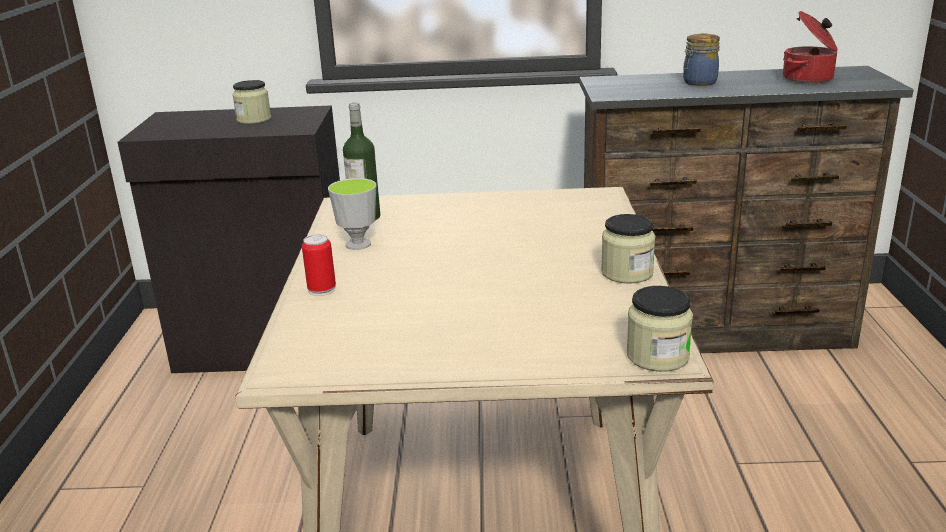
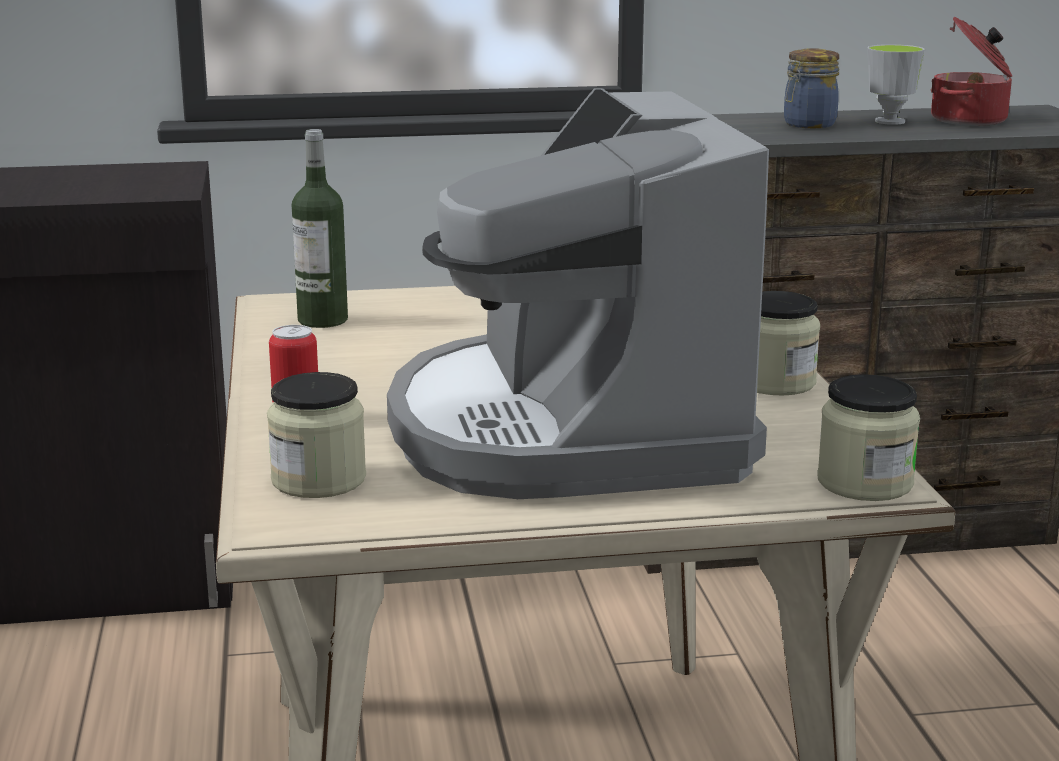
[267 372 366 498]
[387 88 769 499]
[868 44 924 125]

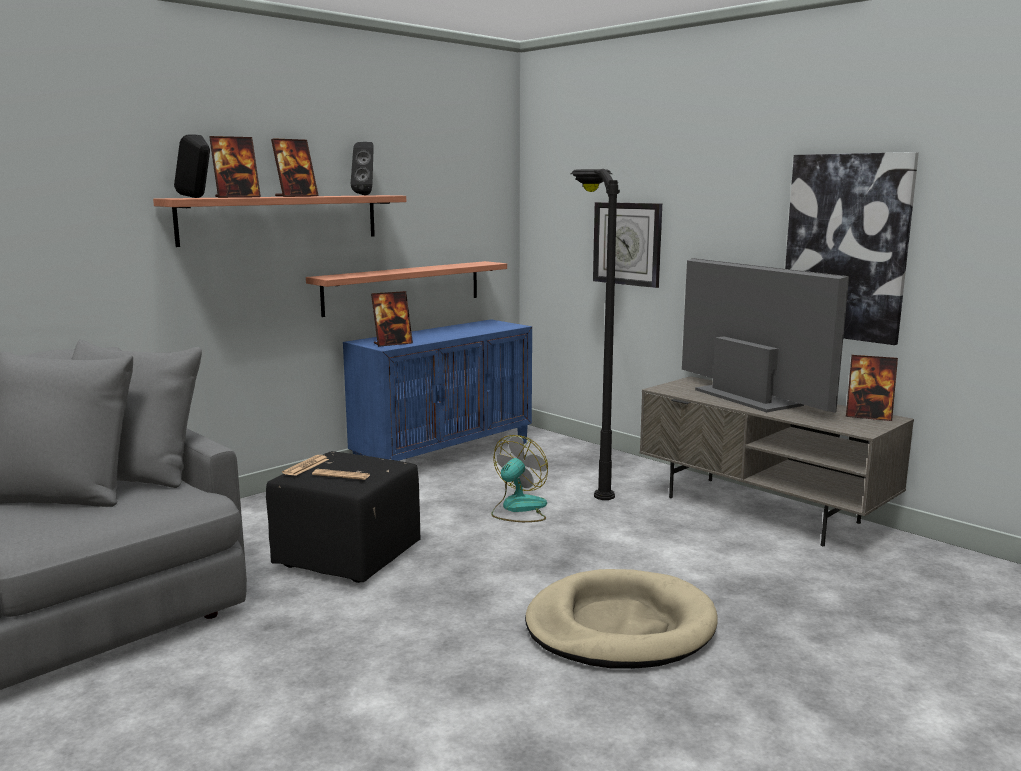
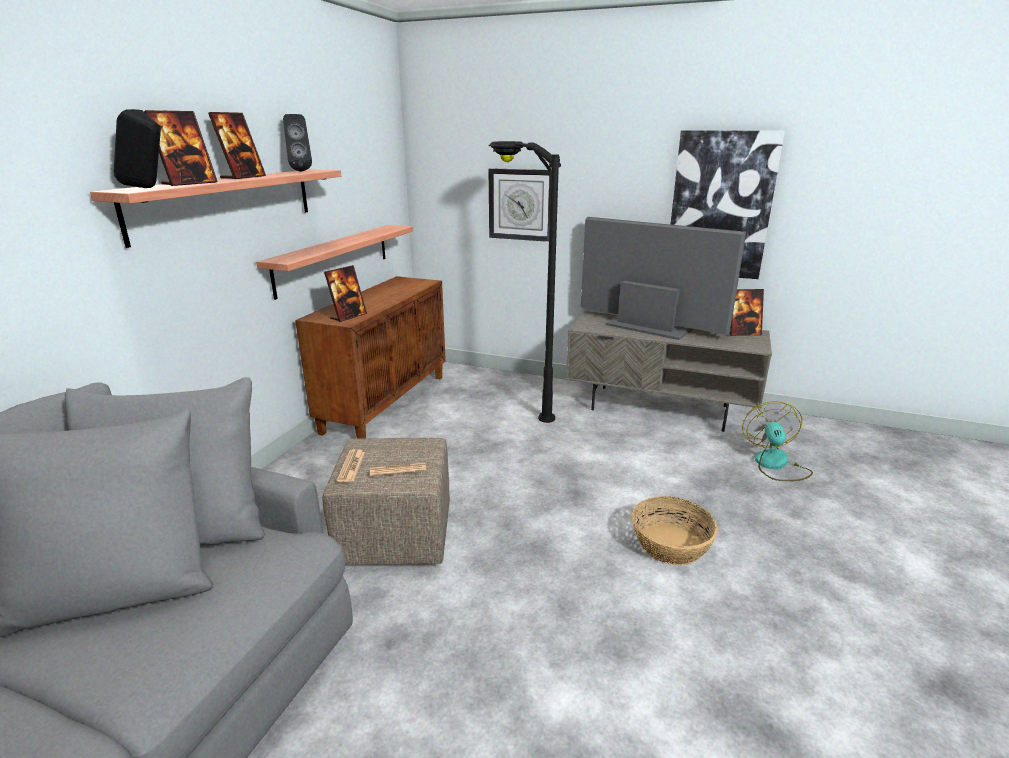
[295 276 446 439]
[323 438 450 565]
[632 496 718 565]
[742 401 813 481]

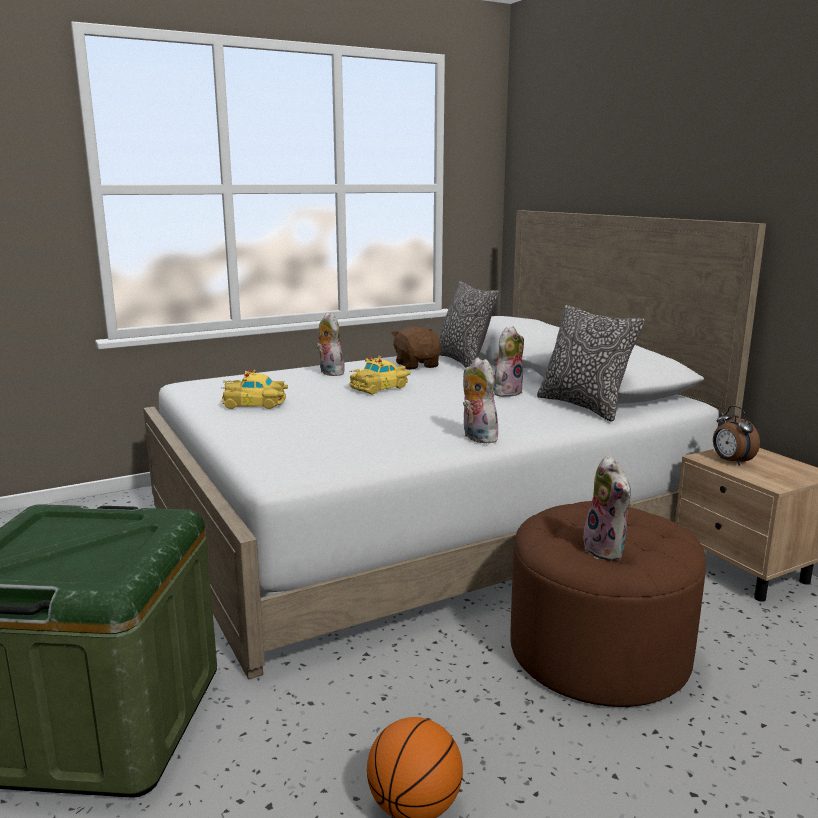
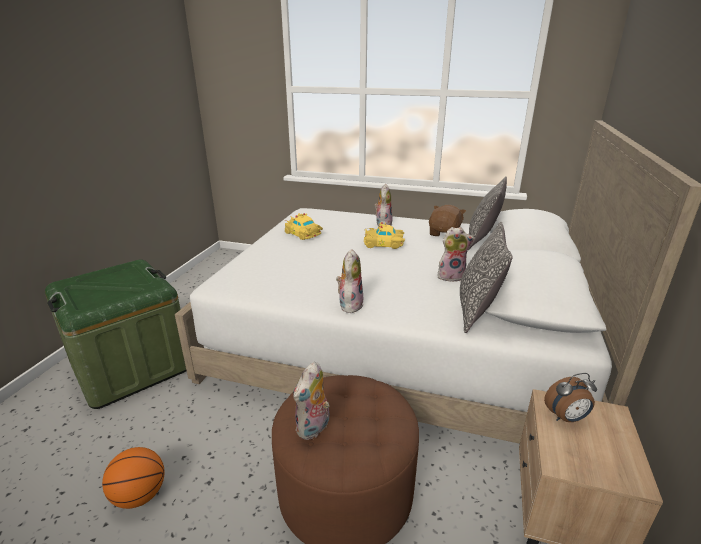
[544 373 597 422]

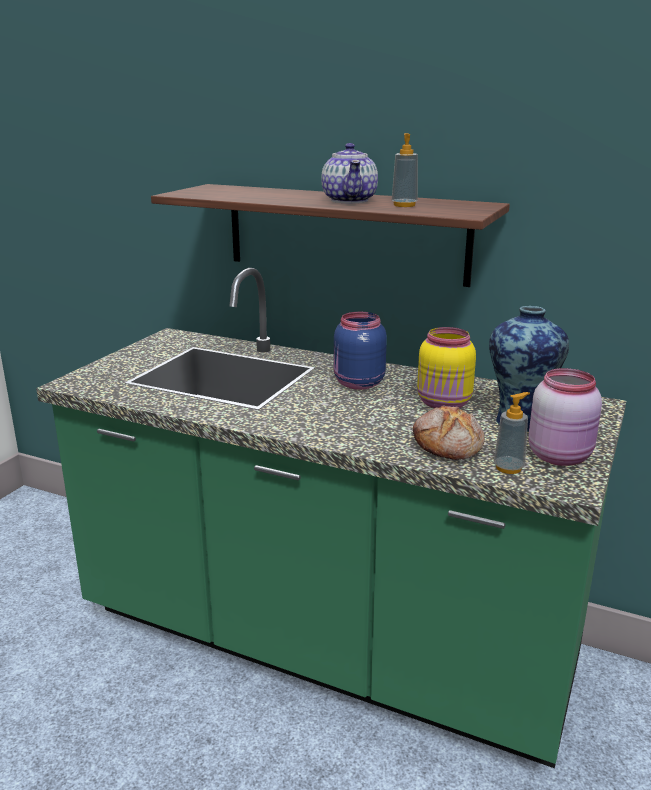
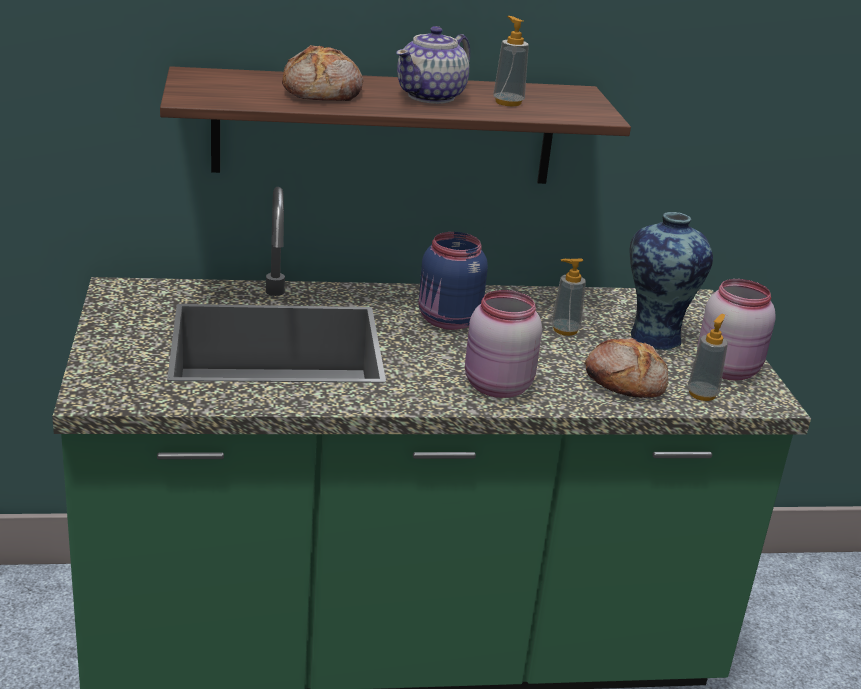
[282 45 363 101]
[396 26 470 104]
[465 290 542 398]
[551 258 586 336]

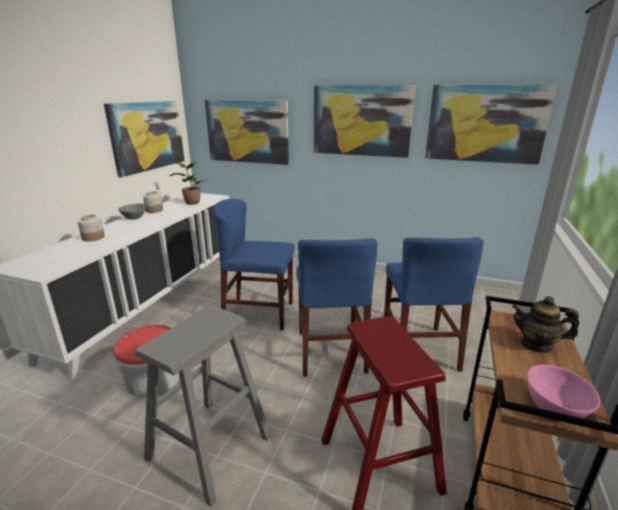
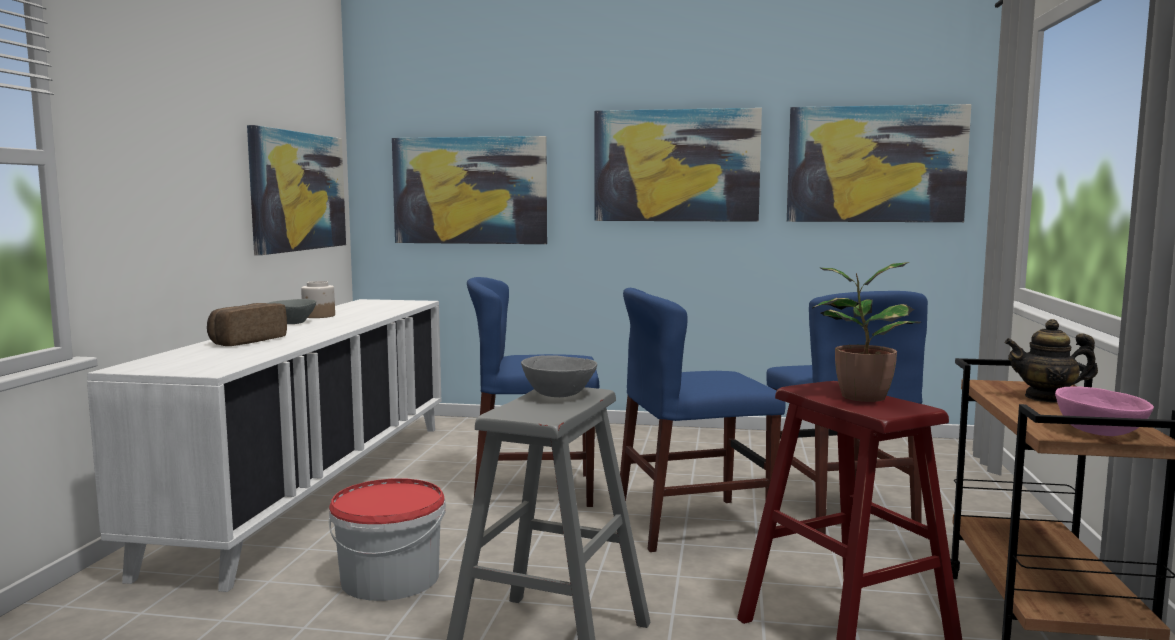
[207 303 287 346]
[521 355 597 397]
[620 288 786 552]
[812 262 920 402]

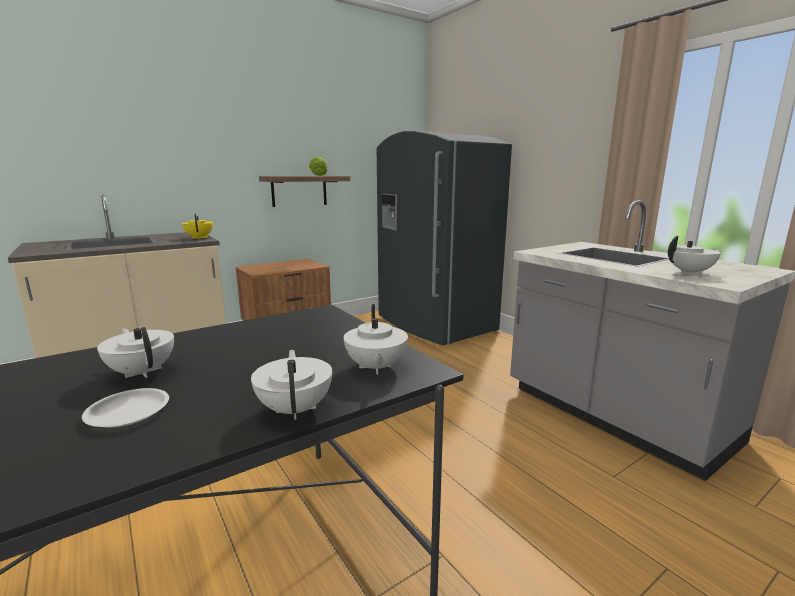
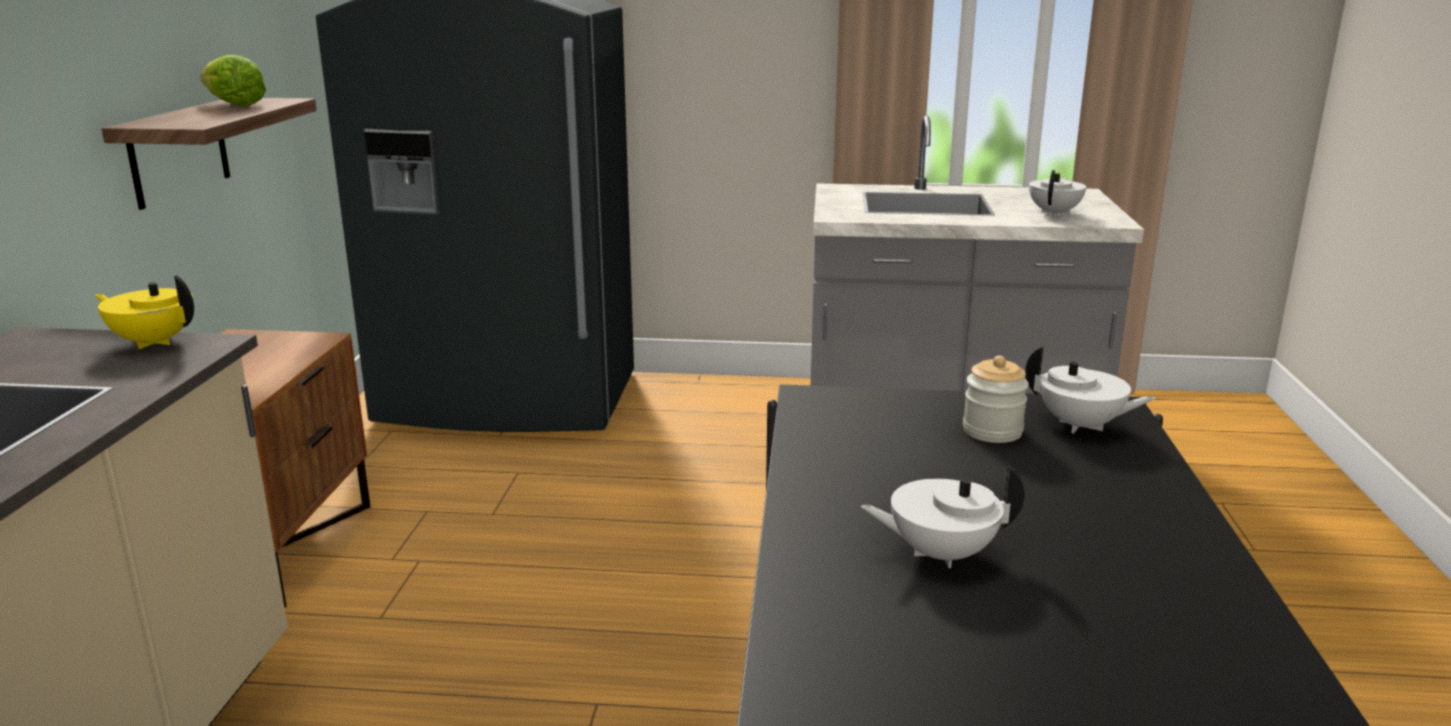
[963 355 1029 443]
[82 388 169 428] (first image)
[251 350 332 420] (first image)

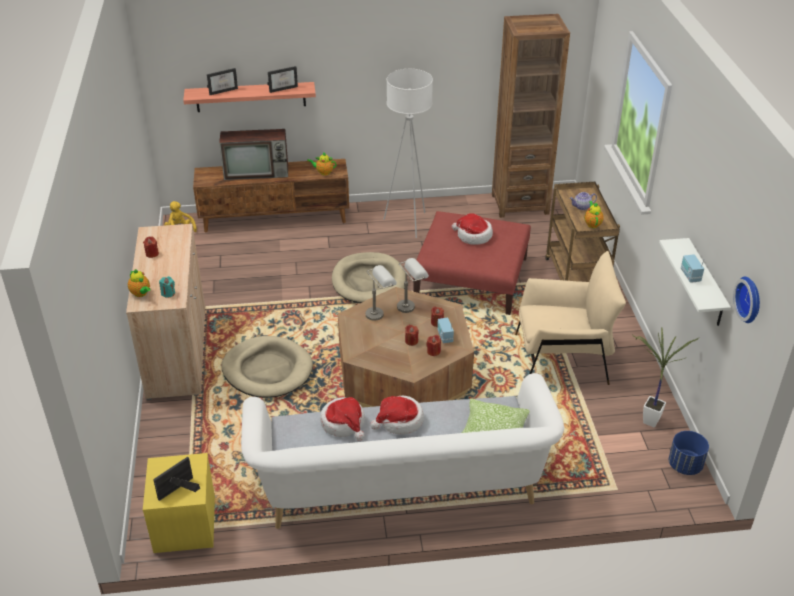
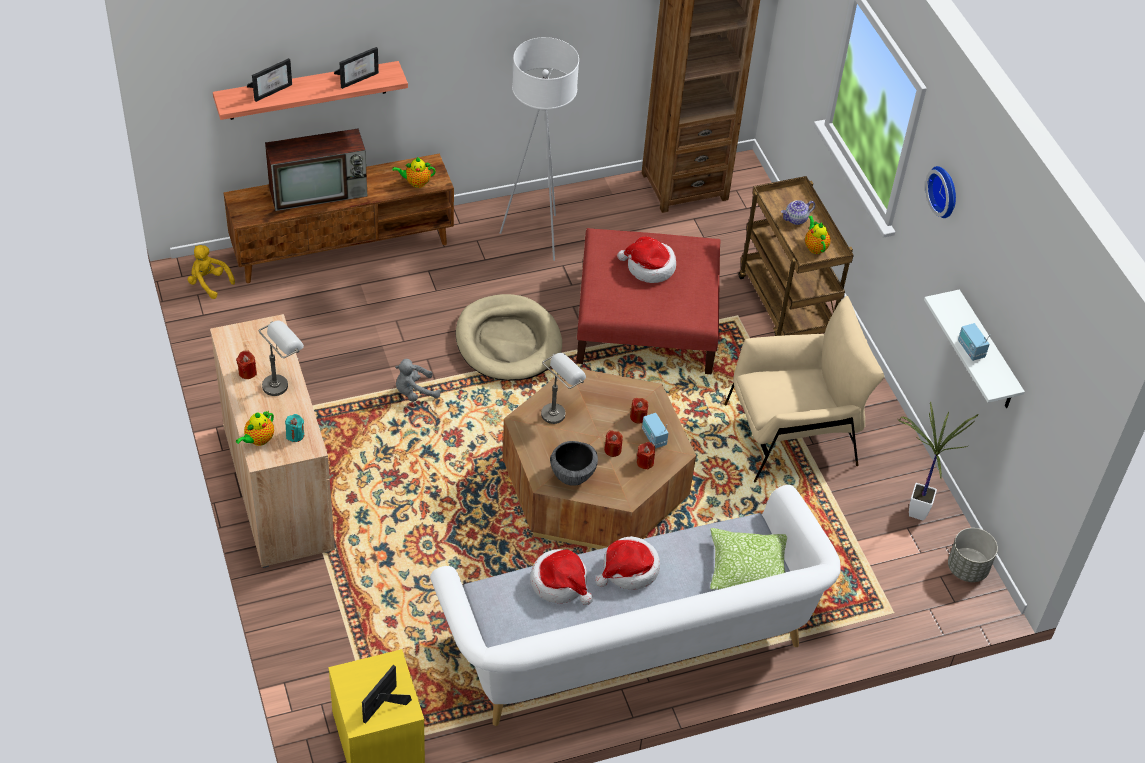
[236 411 274 446]
[259 320 304 396]
[395 359 440 402]
[550 441 598 486]
[925 166 956 218]
[948 528 998 582]
[221 336 313 398] (first image)

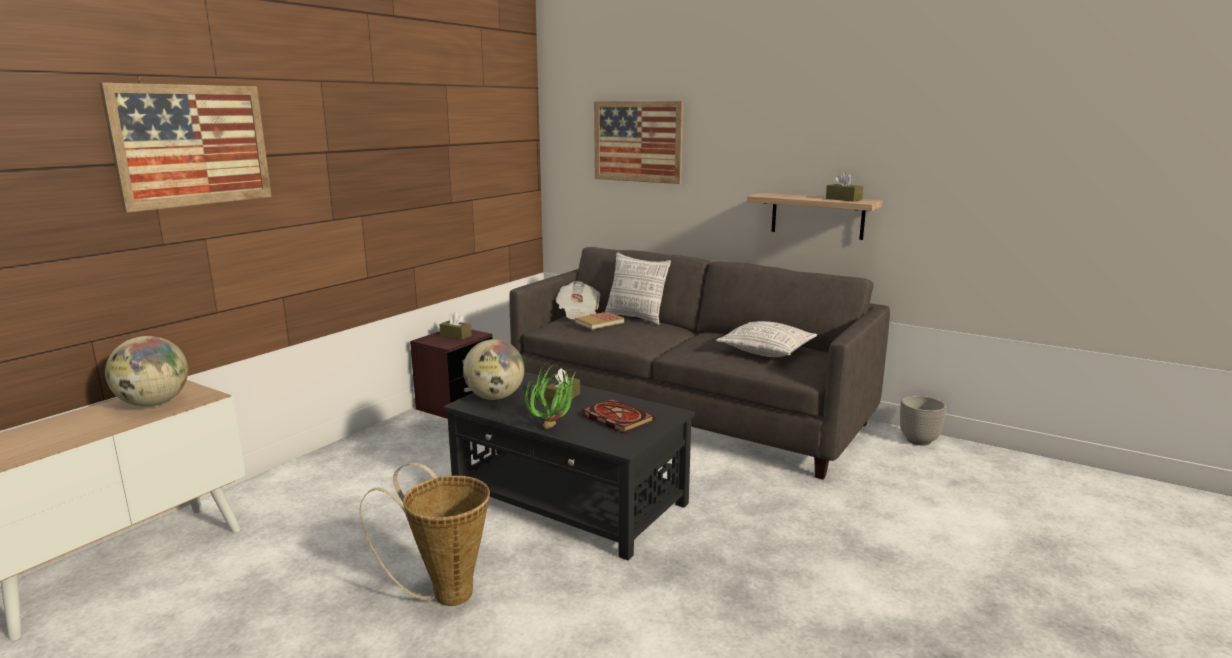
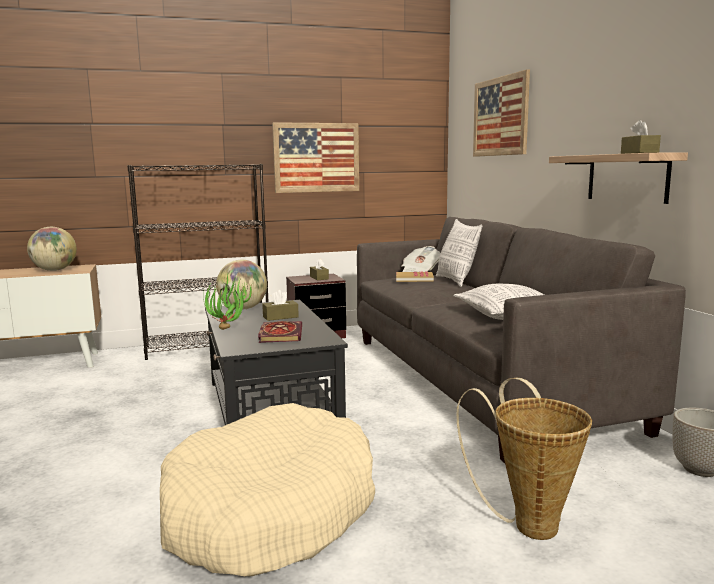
[127 164 268 360]
[160 403 375 576]
[272 122 359 193]
[456 378 592 540]

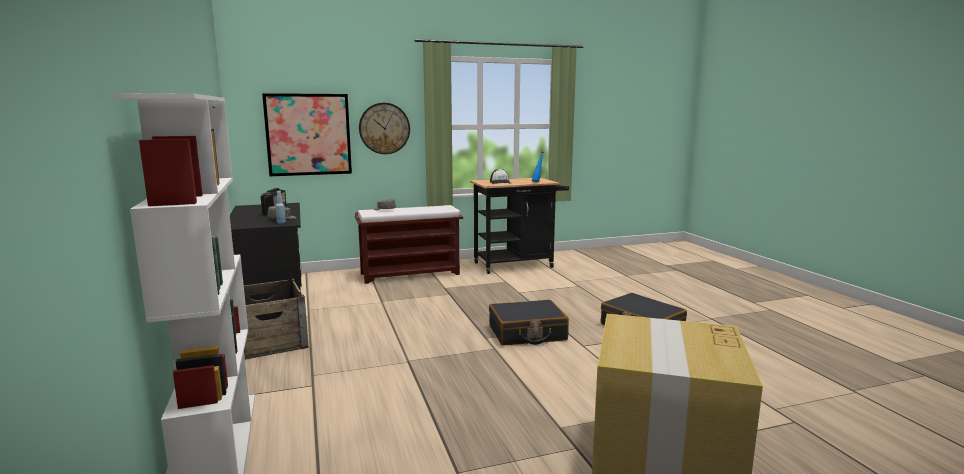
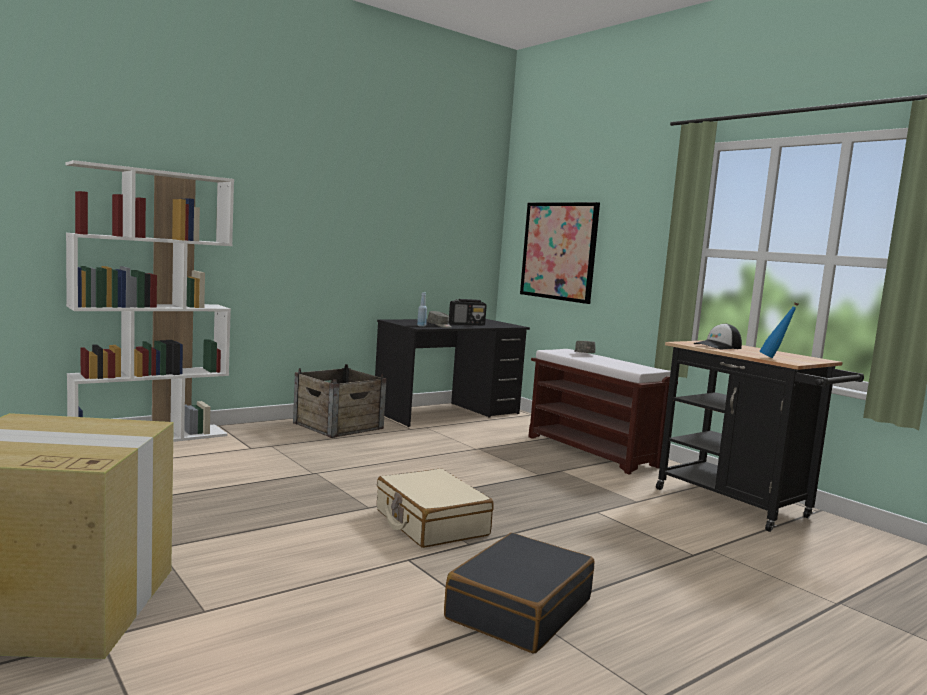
[377 469 494 548]
[359 103 410 154] (first image)

